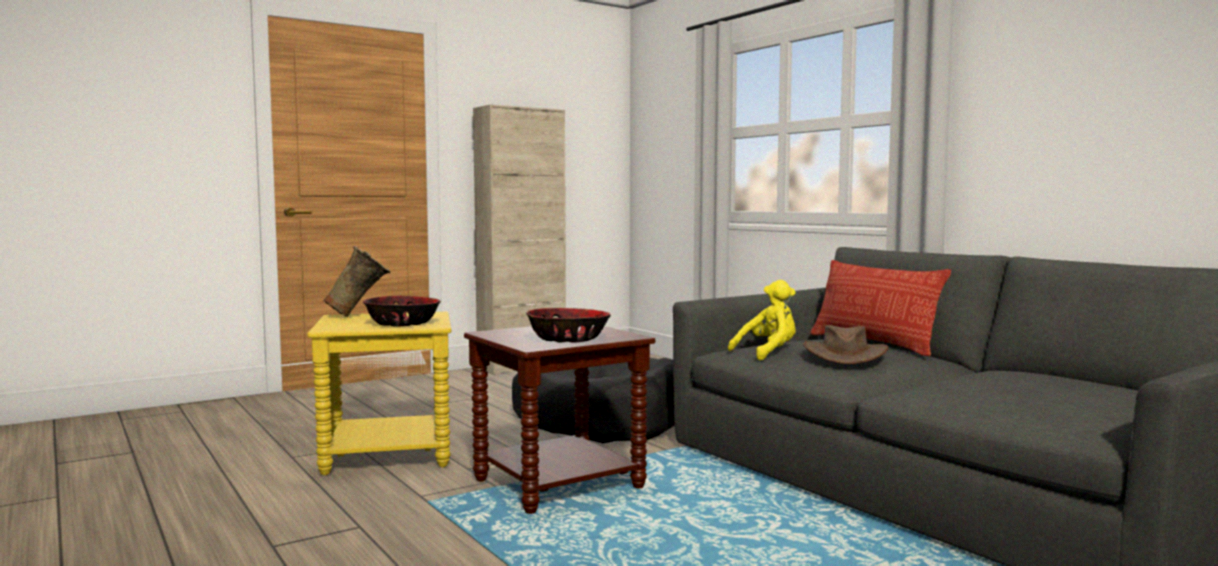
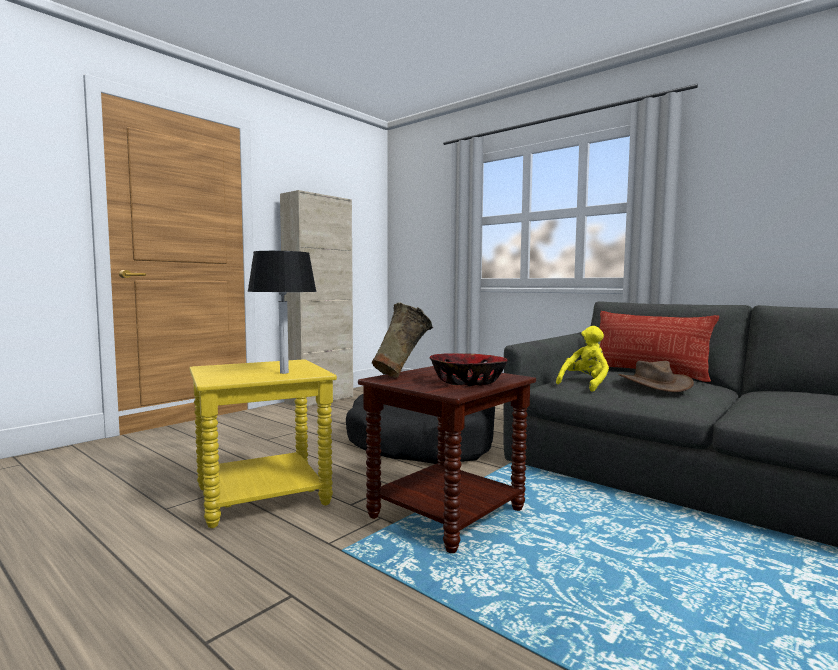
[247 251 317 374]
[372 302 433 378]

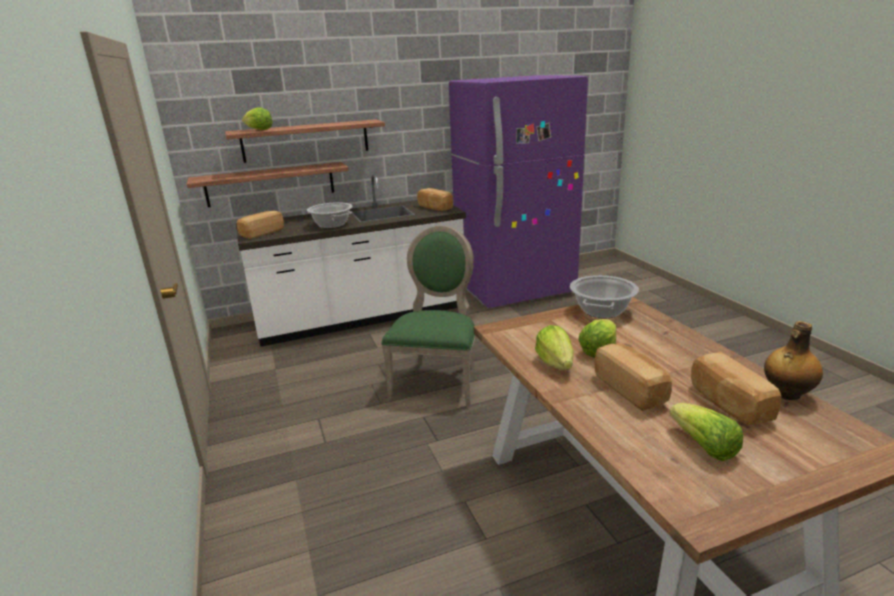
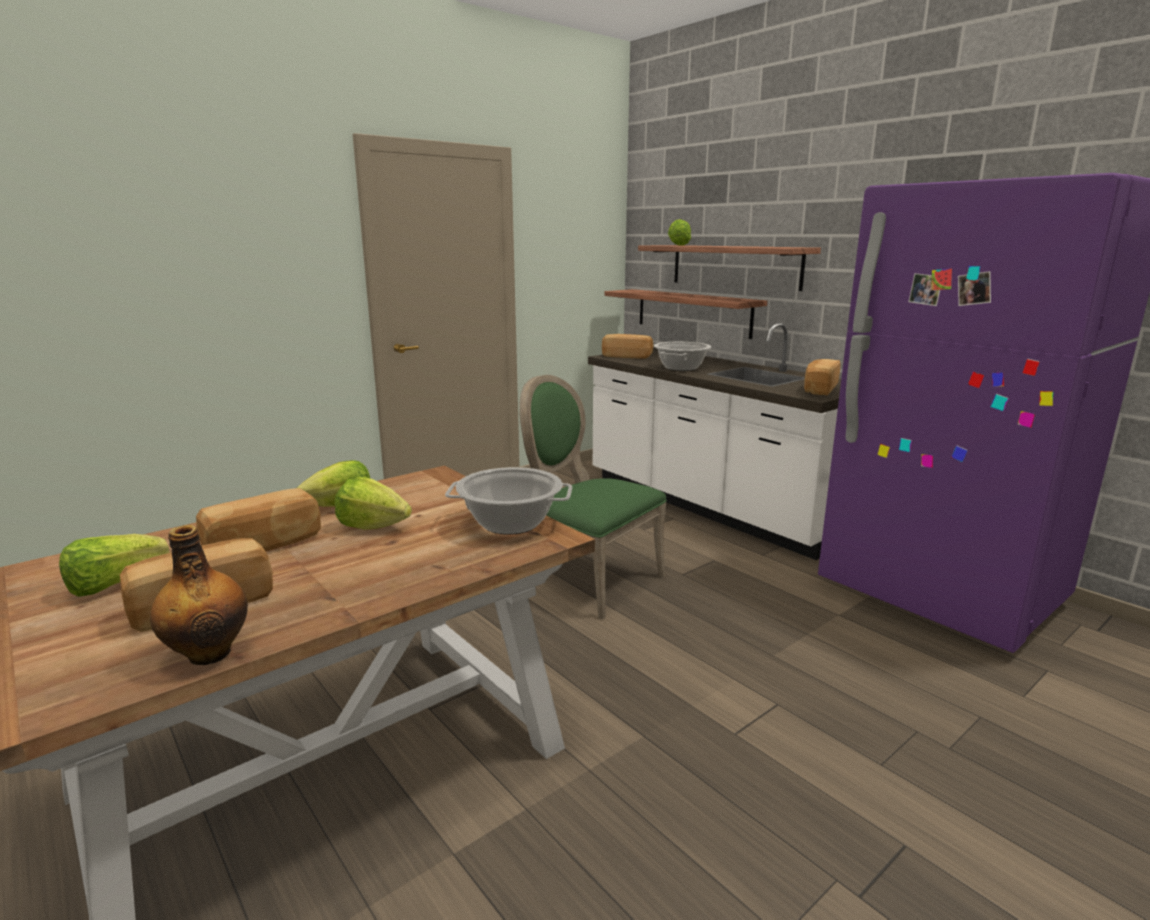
[519 375 667 620]

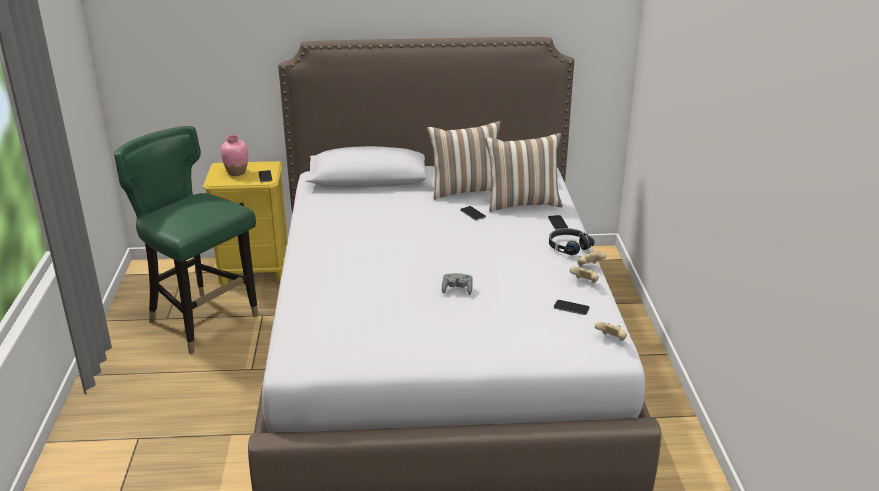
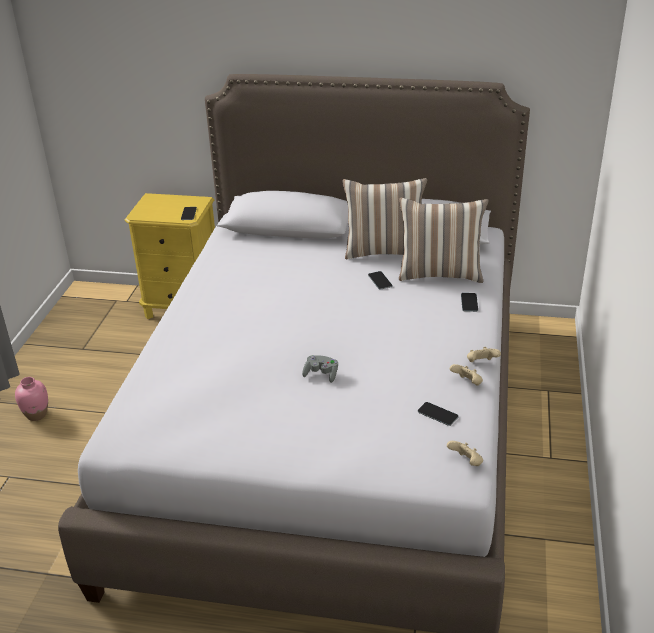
[15 377 48 421]
[114 126 259 354] (first image)
[549 228 594 255] (first image)

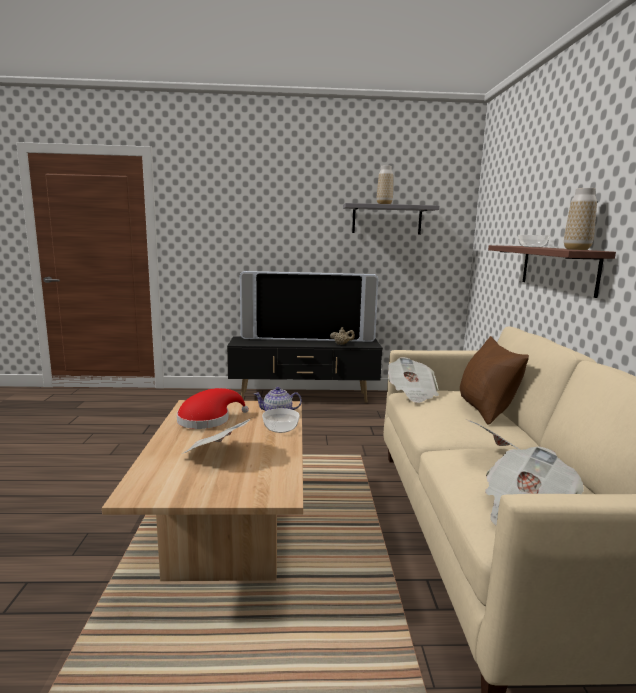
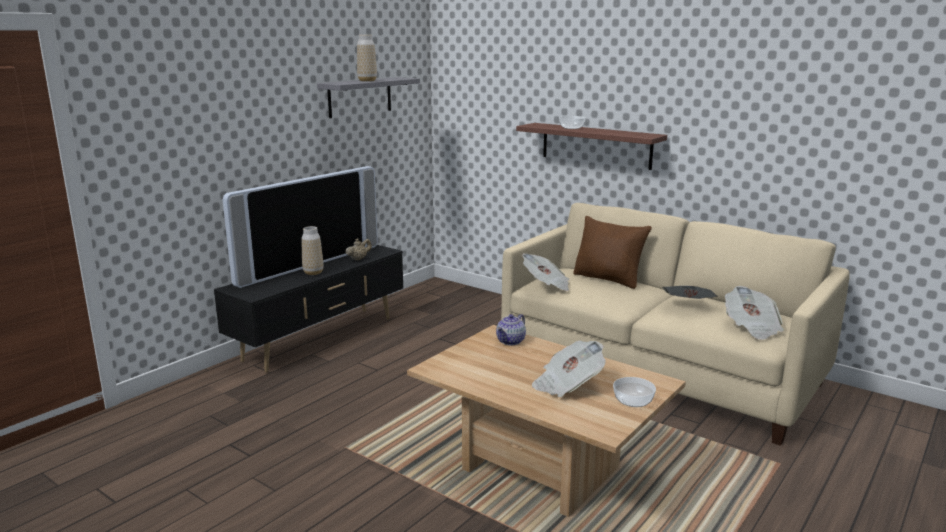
[302 226 323 275]
[613 377 656 407]
[177 388 249 429] (first image)

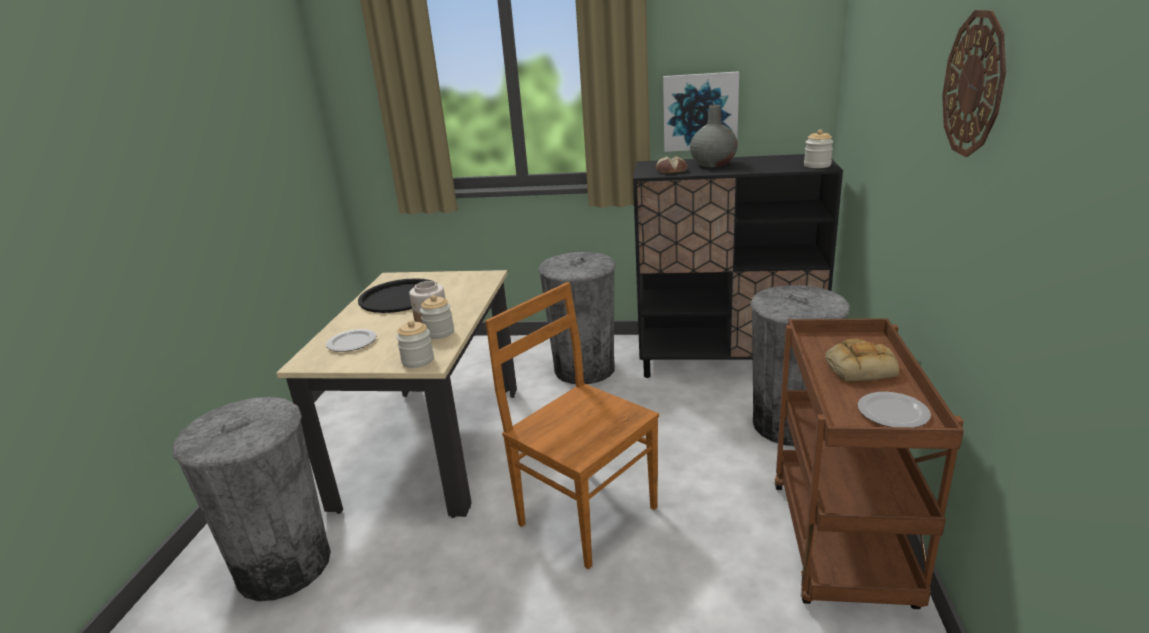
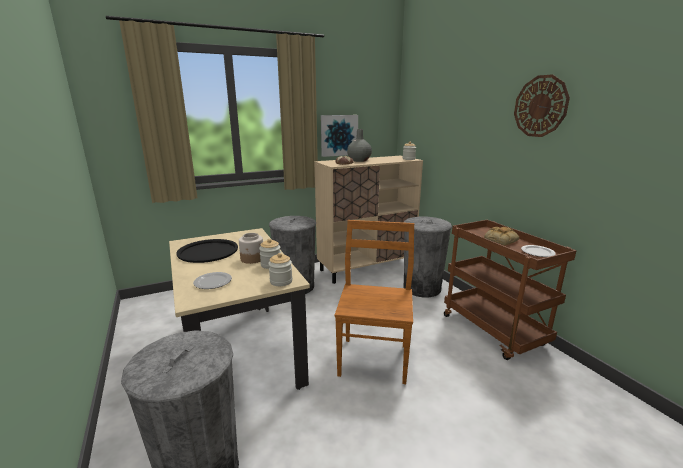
[314 156 423 284]
[335 220 414 384]

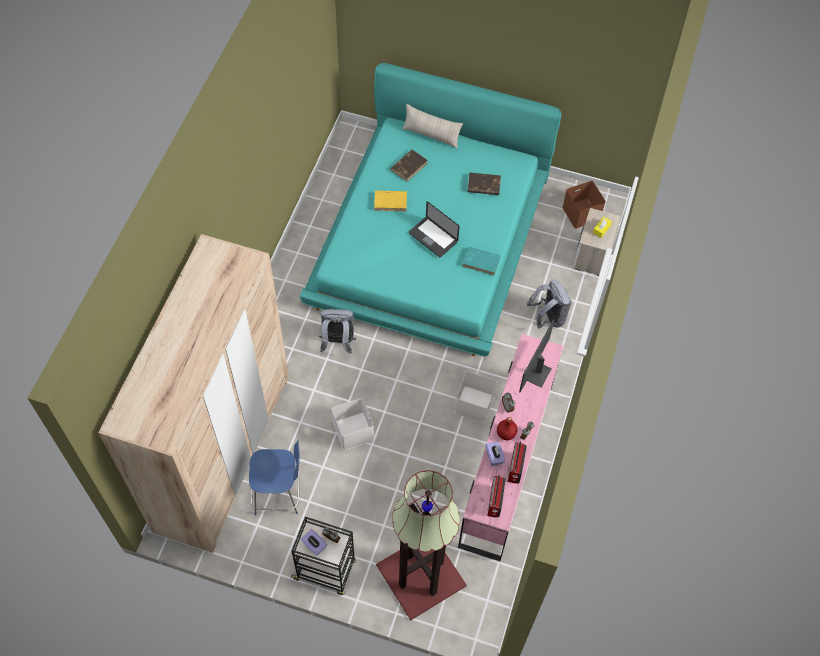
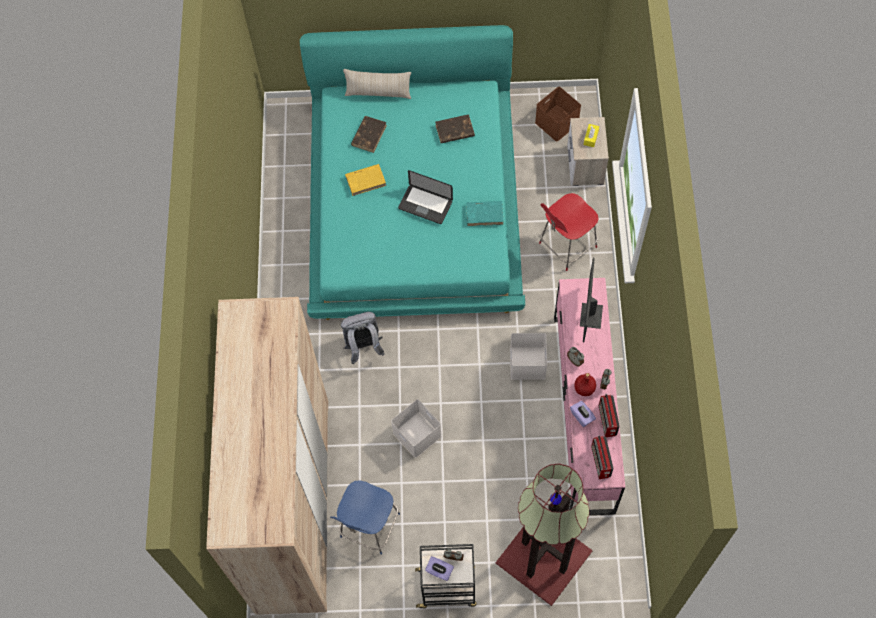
[330 480 400 555]
[539 193 599 271]

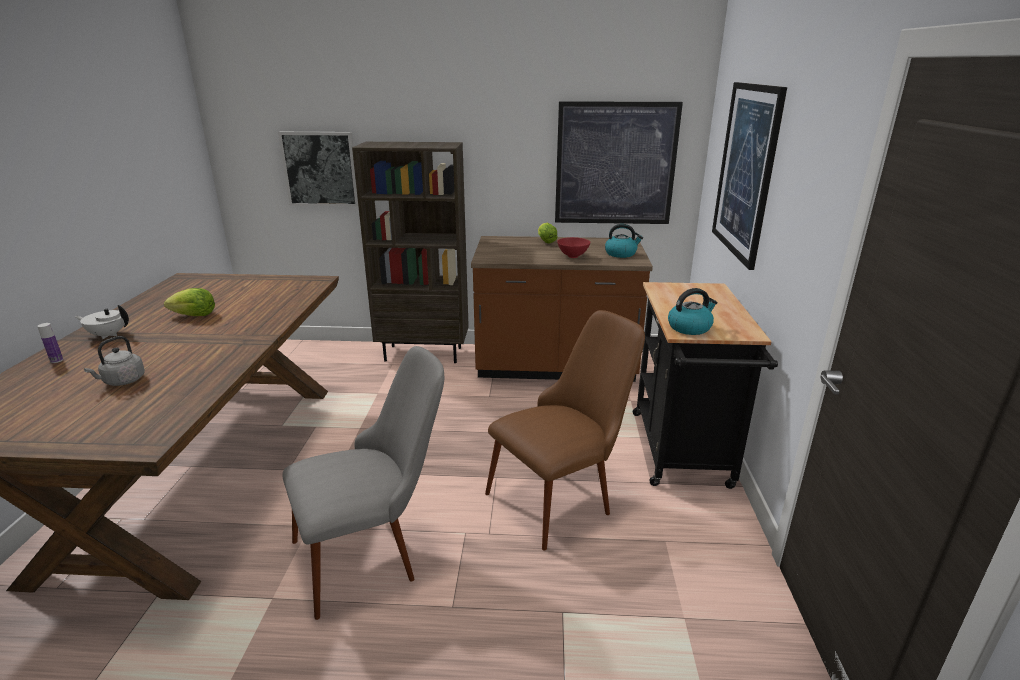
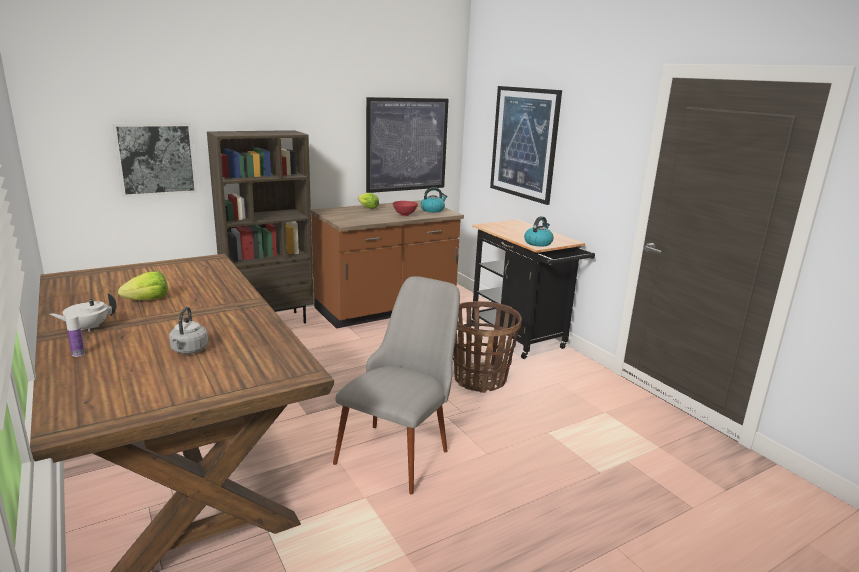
[453 301 522 393]

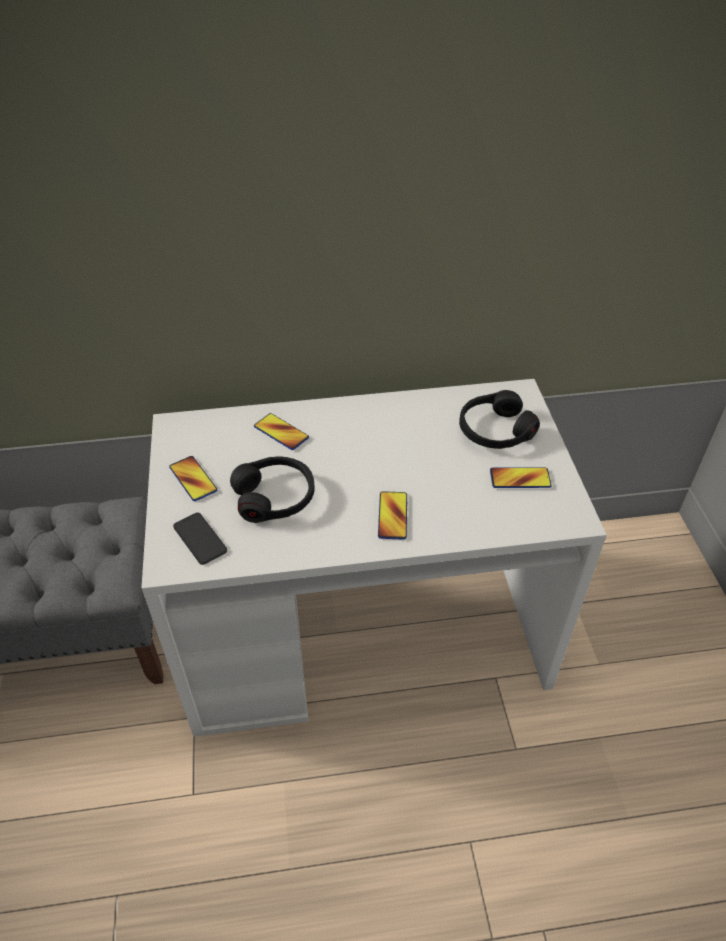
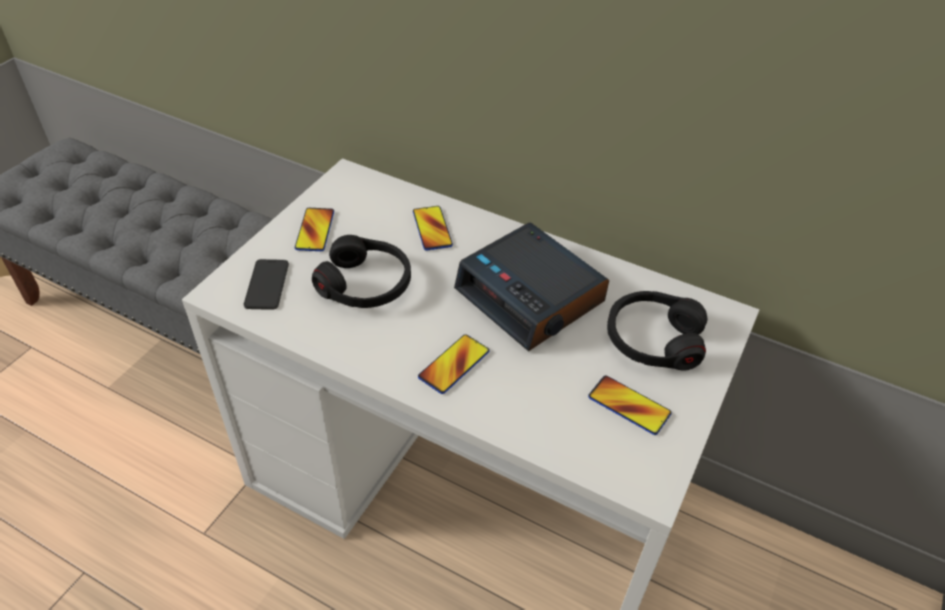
[454 222 609 351]

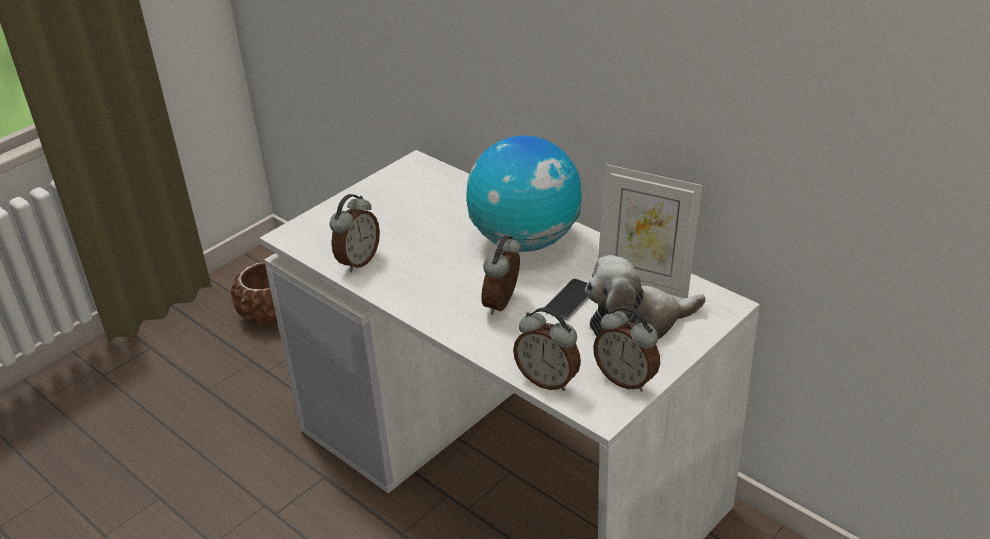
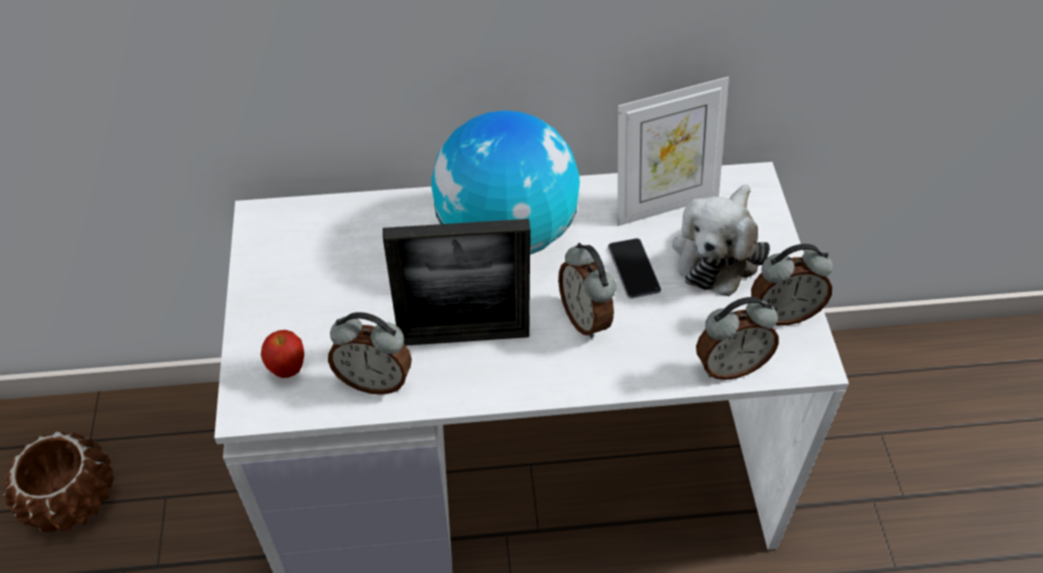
[261 330 304 378]
[328 312 412 395]
[383 219 530 346]

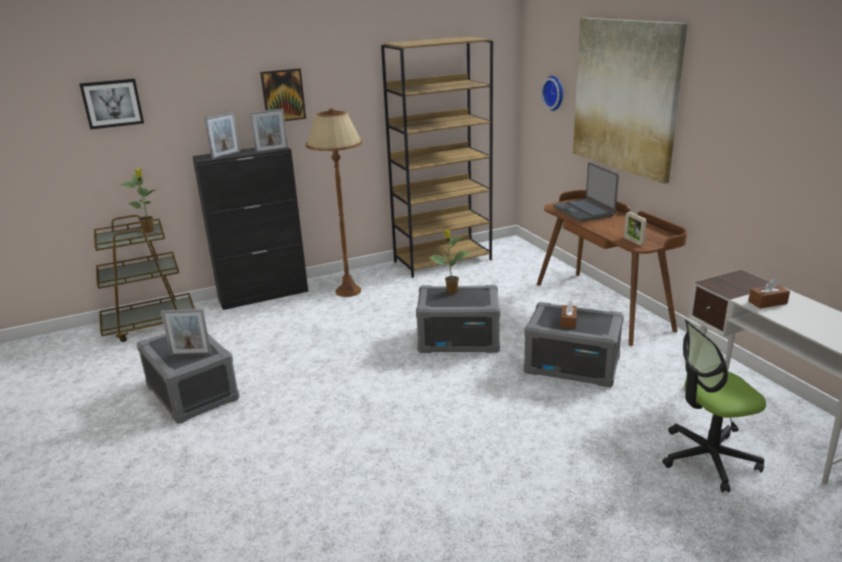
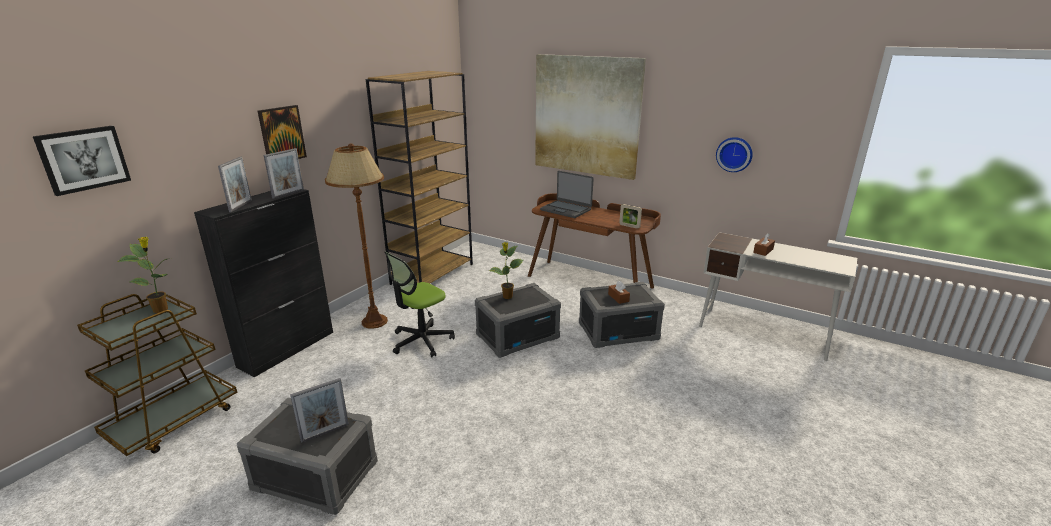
[385 252 455 357]
[716 137 753 172]

